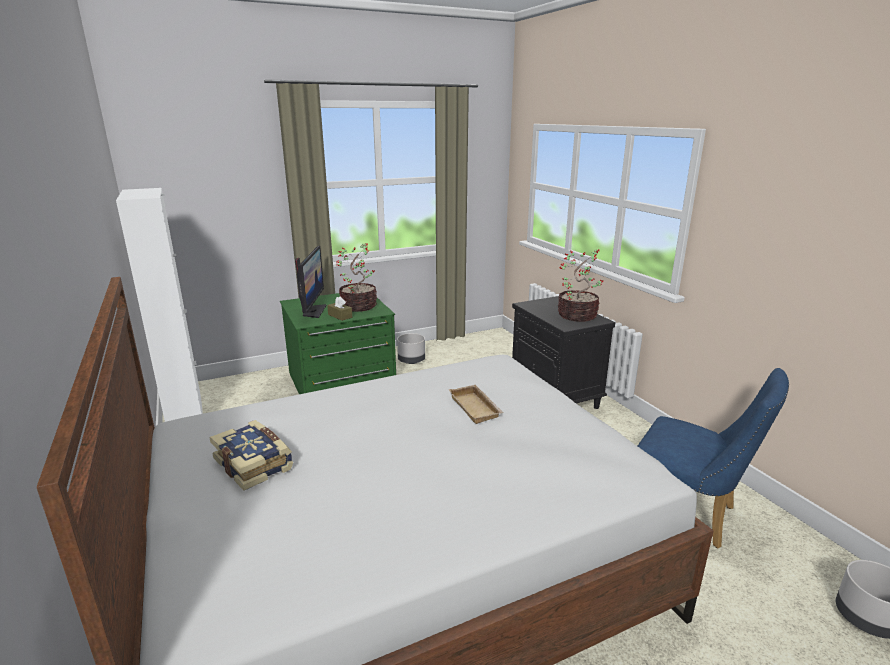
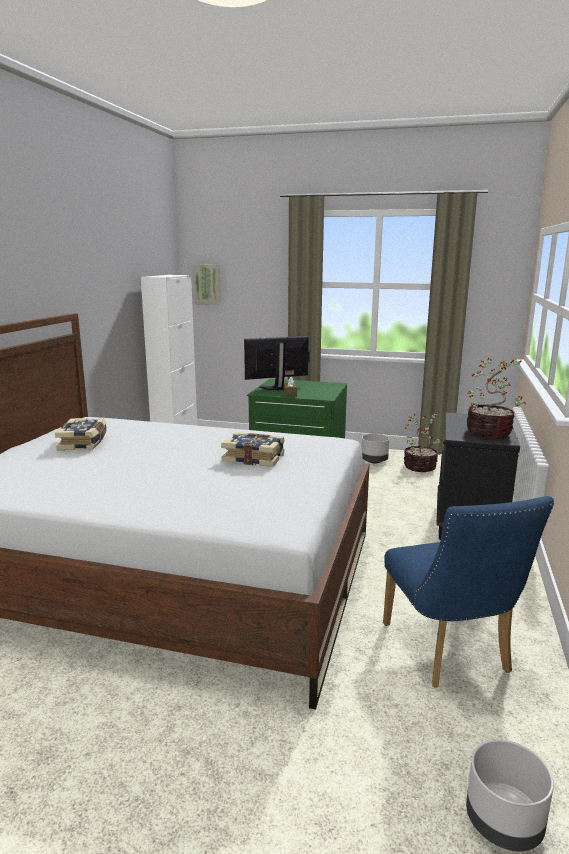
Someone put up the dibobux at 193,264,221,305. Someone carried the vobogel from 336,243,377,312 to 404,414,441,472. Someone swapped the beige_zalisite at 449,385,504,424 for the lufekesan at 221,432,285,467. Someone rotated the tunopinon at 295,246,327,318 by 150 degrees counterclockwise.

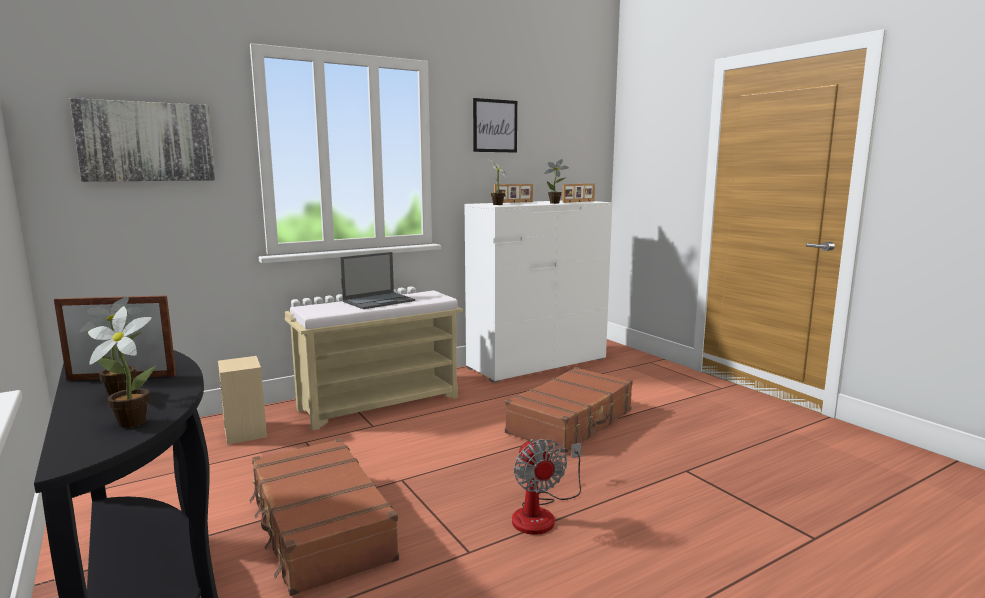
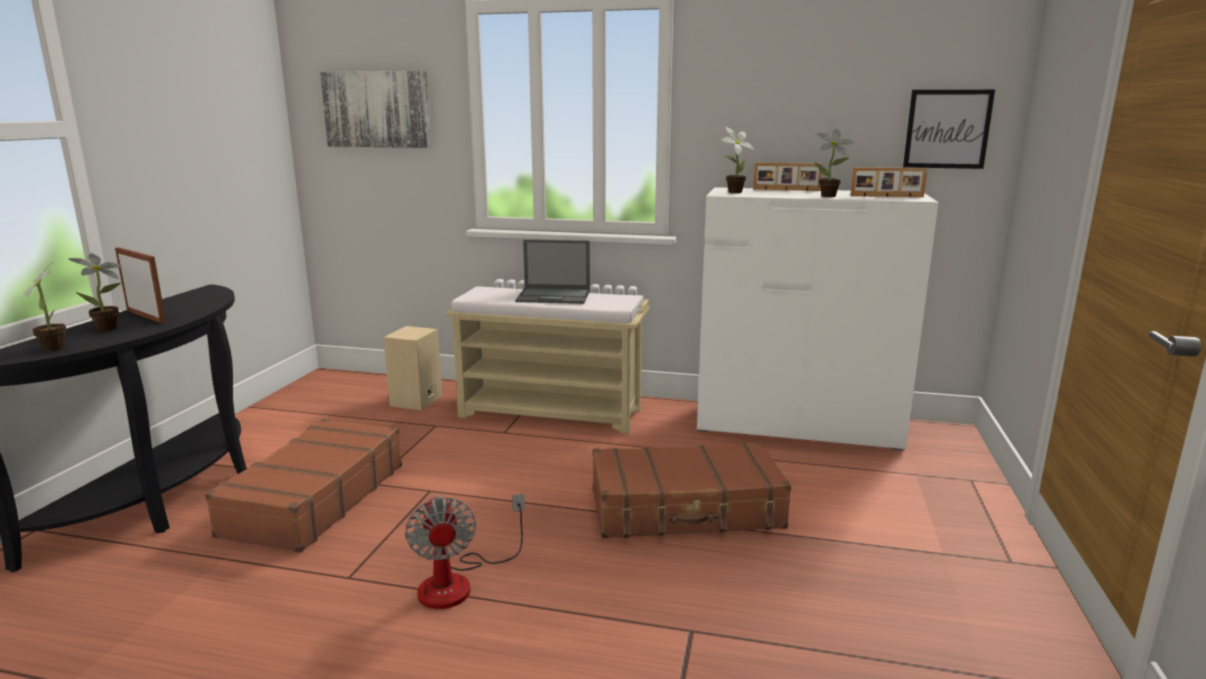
Someone carried the dibobux from 473,98,517,153 to 903,90,995,169. Someone rotated the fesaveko at 512,439,581,535 by 45 degrees counterclockwise.

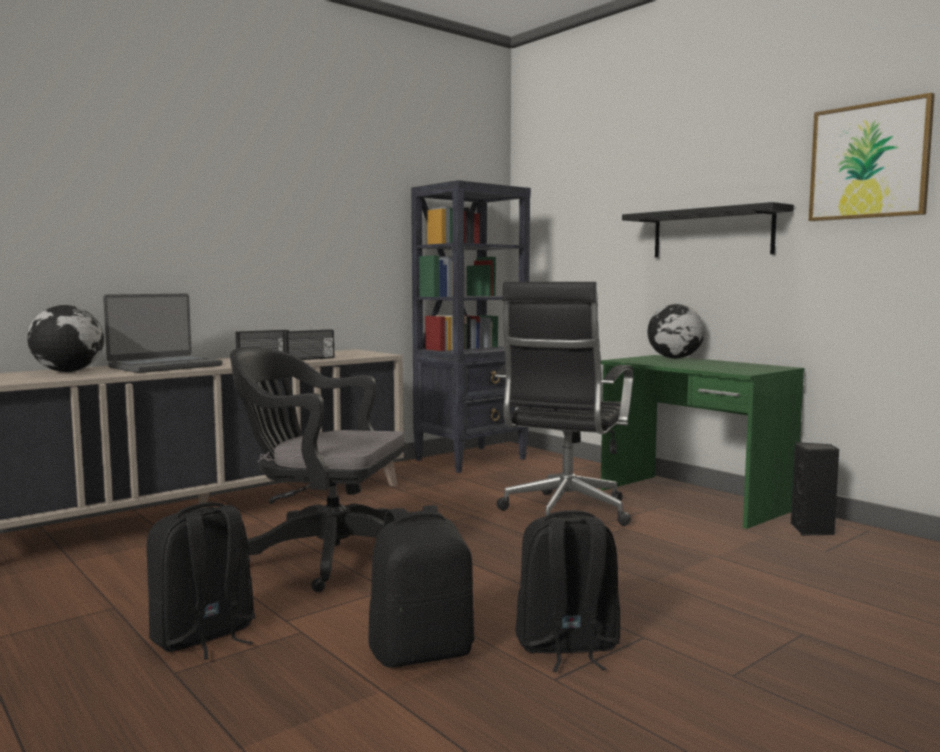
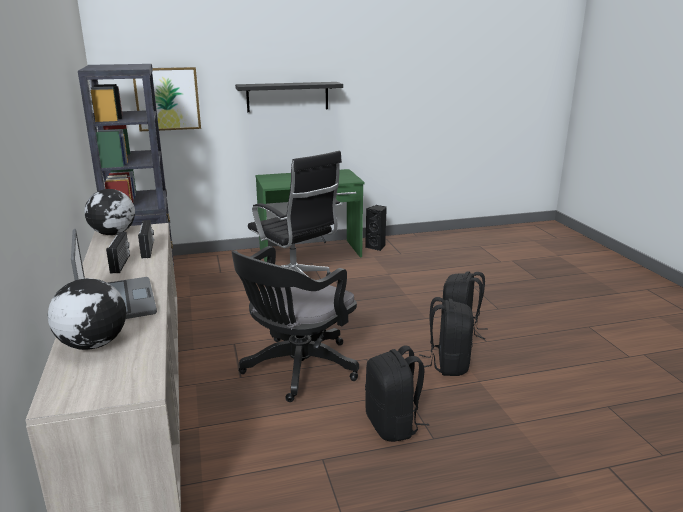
Someone carried the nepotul from 647,304,705,359 to 84,189,135,235. Someone carried the dibobux from 809,93,935,221 to 133,67,201,131.

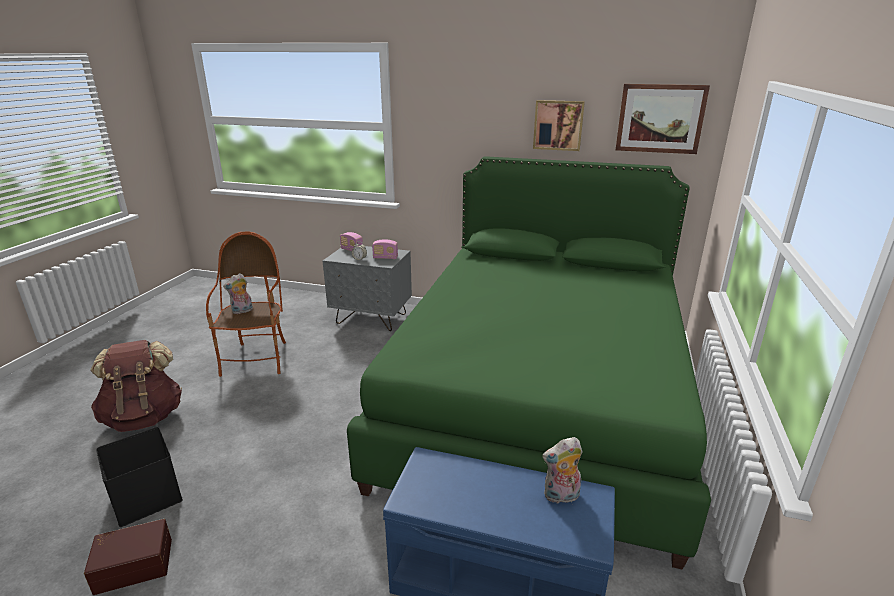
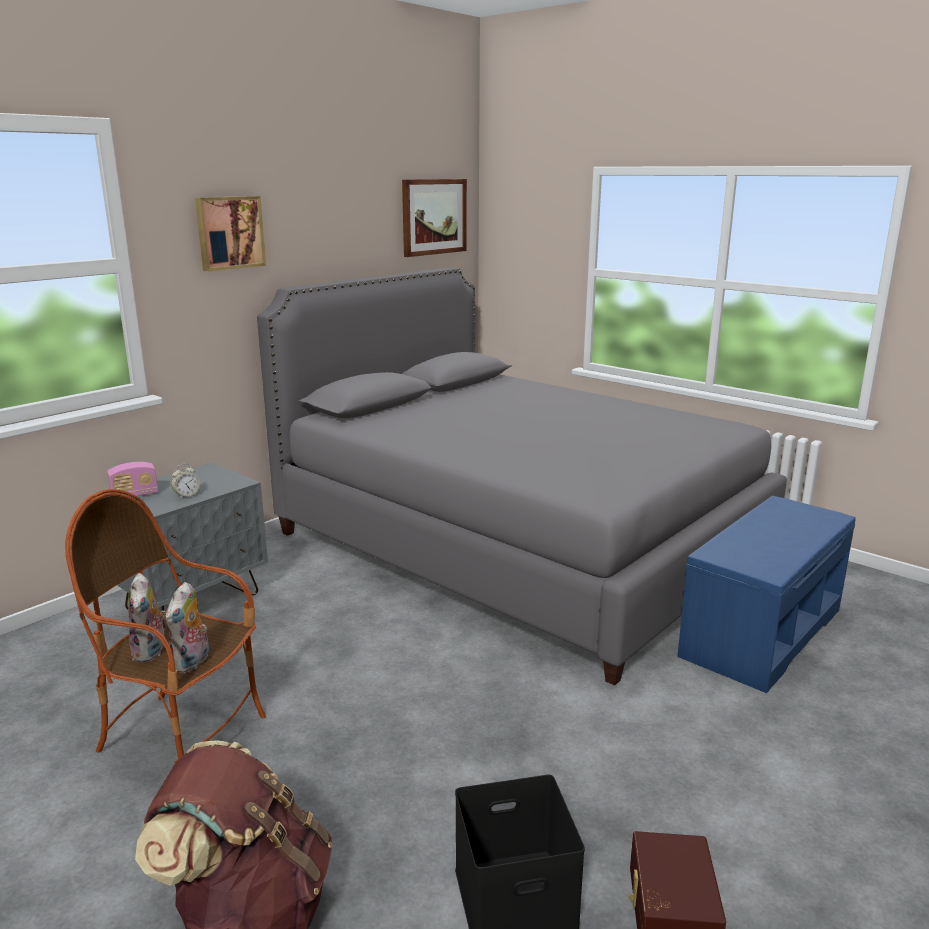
Someone took away the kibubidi at 372,239,398,259. Someone carried the dibobux from 533,100,585,151 to 195,196,266,271. Someone carried the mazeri from 542,437,582,504 to 165,582,209,673. Someone repainted the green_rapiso at 347,156,711,570, which became the grey_rapiso at 257,267,787,686.

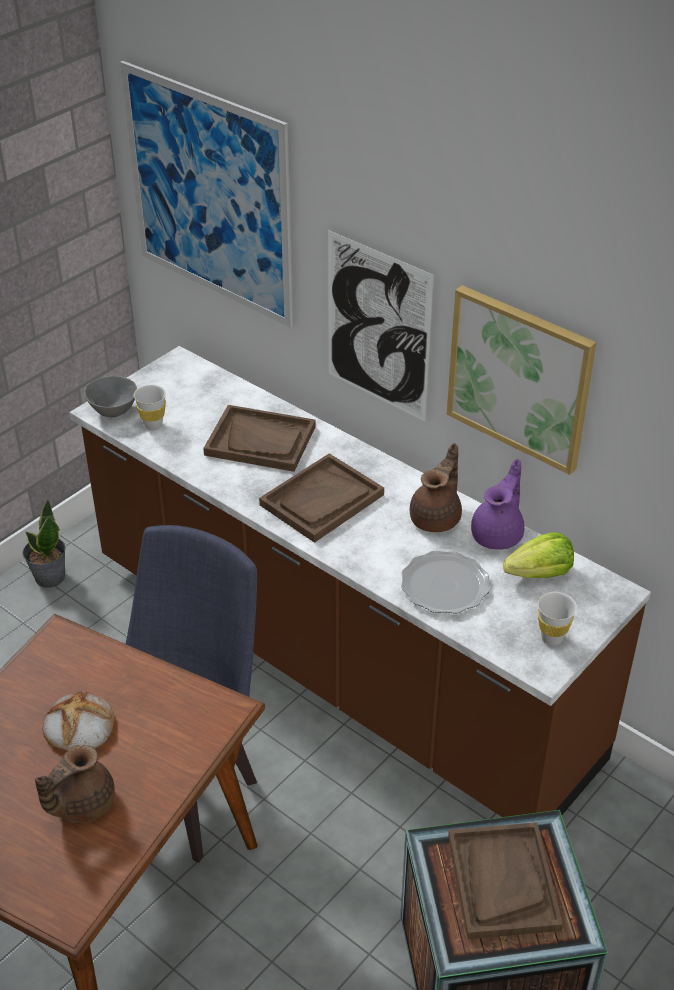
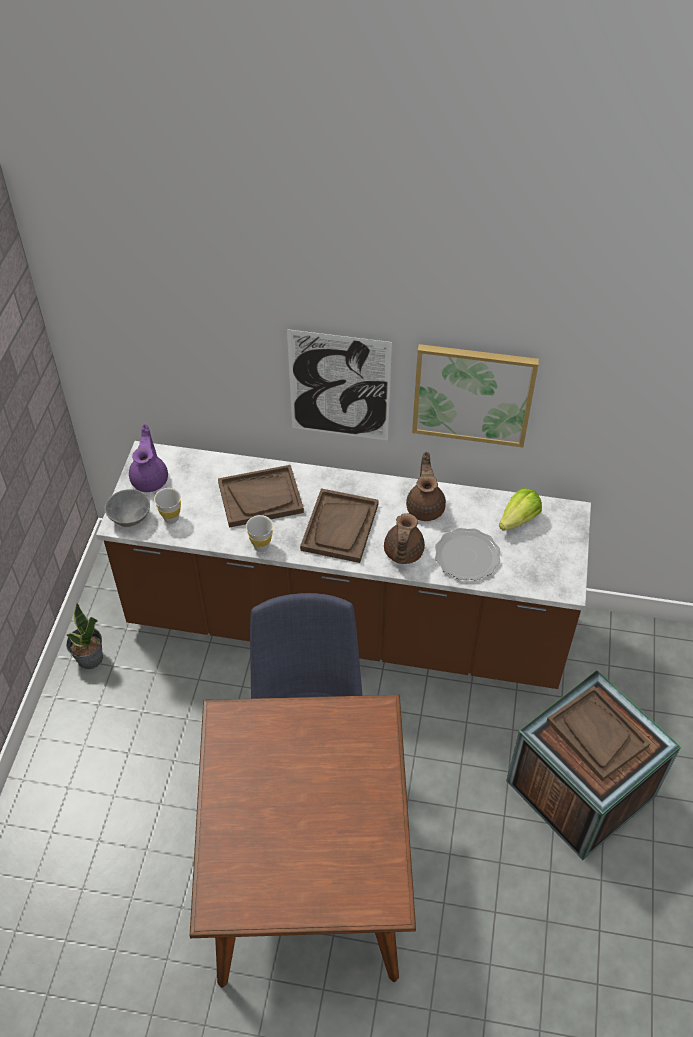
Someone took away the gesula at 43,692,114,751. Someone took away the dibobux at 120,61,293,328. Someone carried the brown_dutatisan from 35,745,115,823 to 384,513,425,564. Someone carried the purple_dutatisan from 471,459,525,550 to 129,424,168,492. Someone carried the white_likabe from 538,592,577,645 to 246,515,273,552.

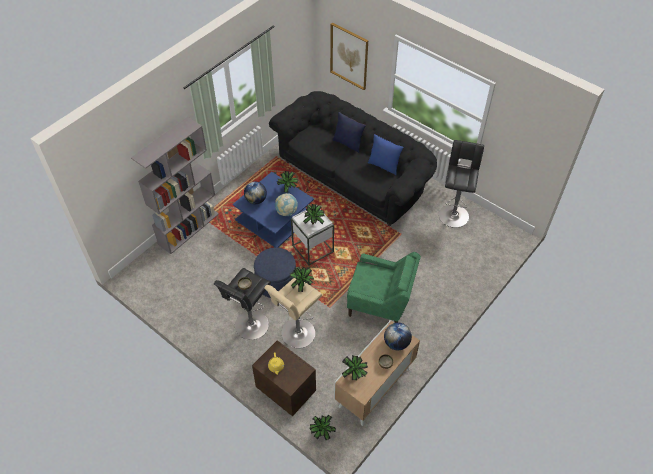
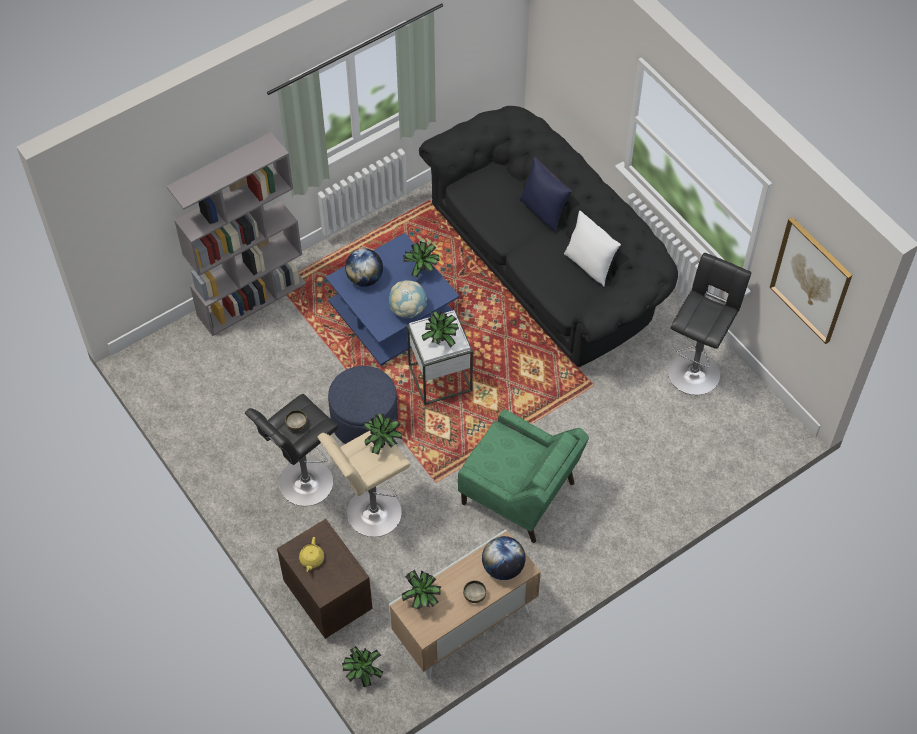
Someone carried the dibobux from 330,23,368,90 to 770,217,852,344. Someone repainted the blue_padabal at 368,134,404,175, which became the white_padabal at 564,211,621,287.

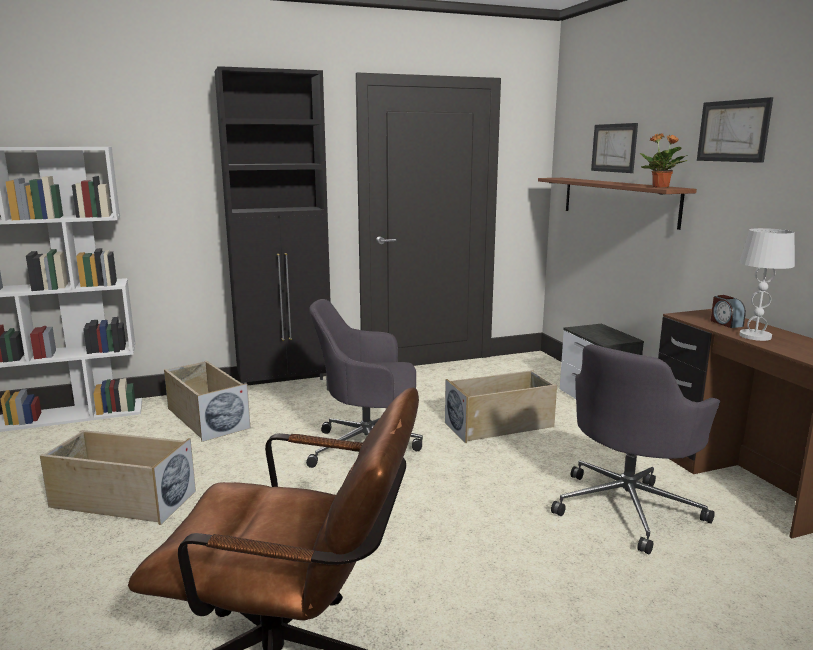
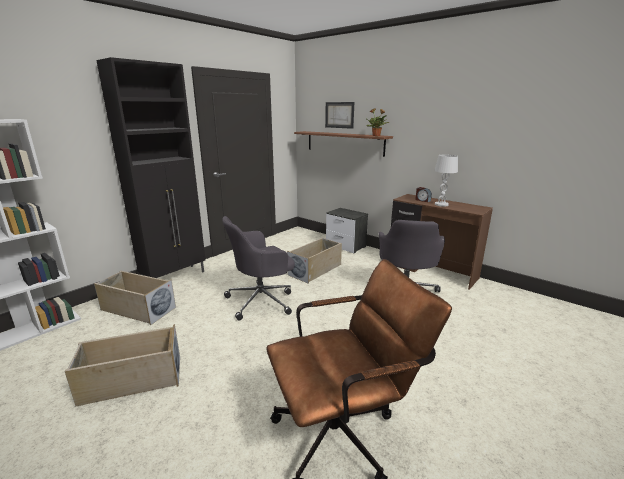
Someone took away the dibobux at 697,97,773,163.

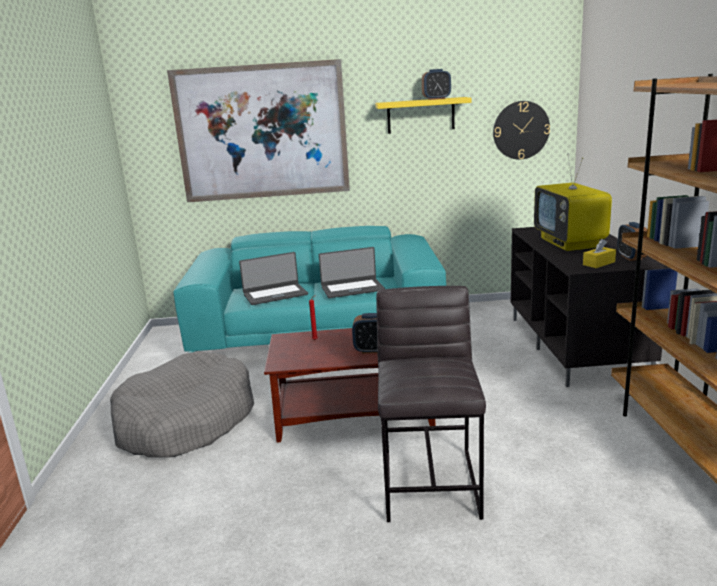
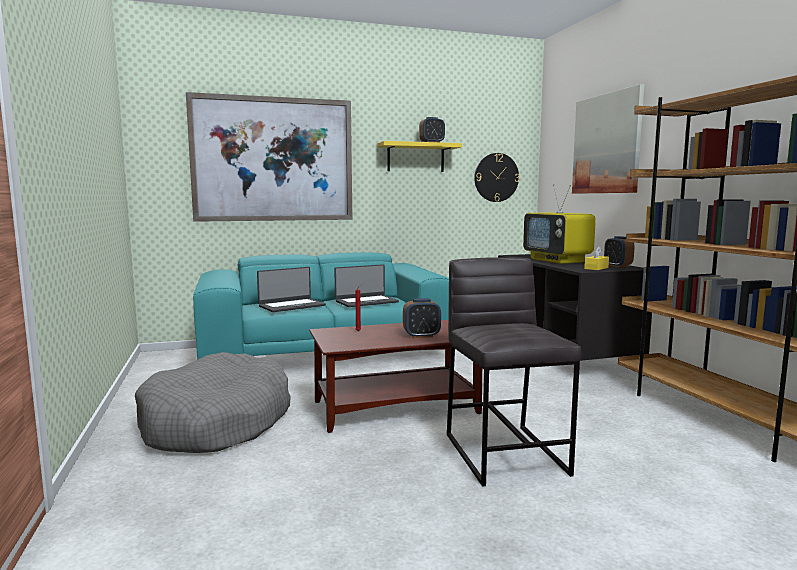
Someone put up the dibobux at 572,84,644,194.

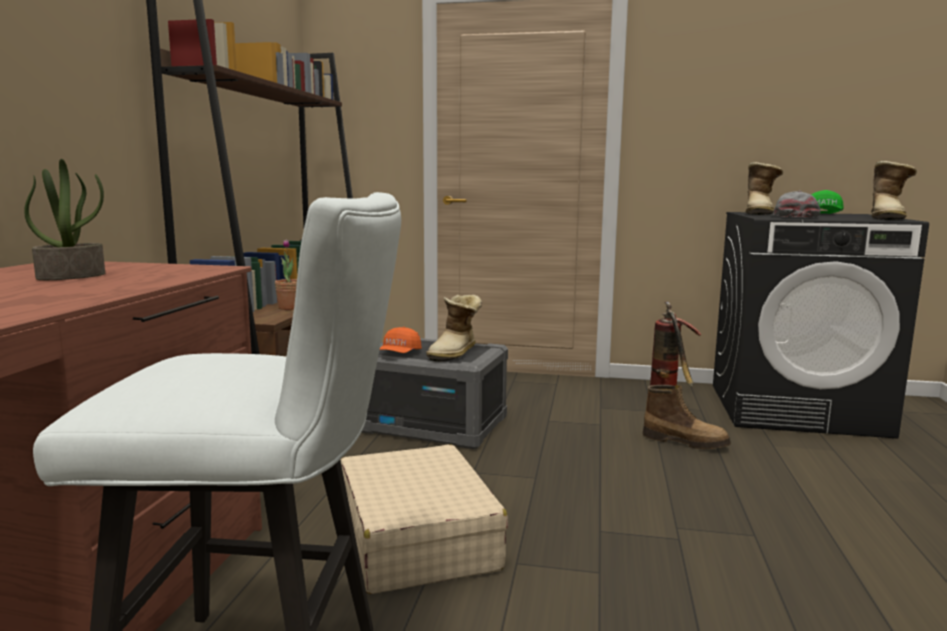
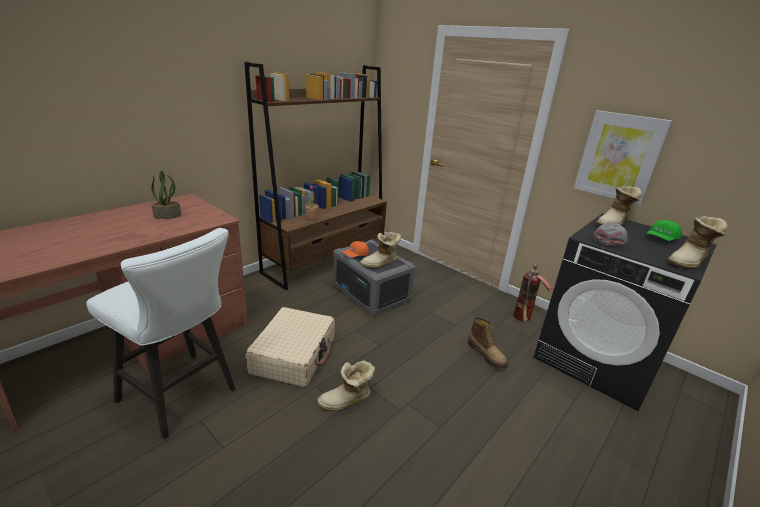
Someone put down the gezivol at 317,360,375,411. Someone put up the dibobux at 574,110,672,205.

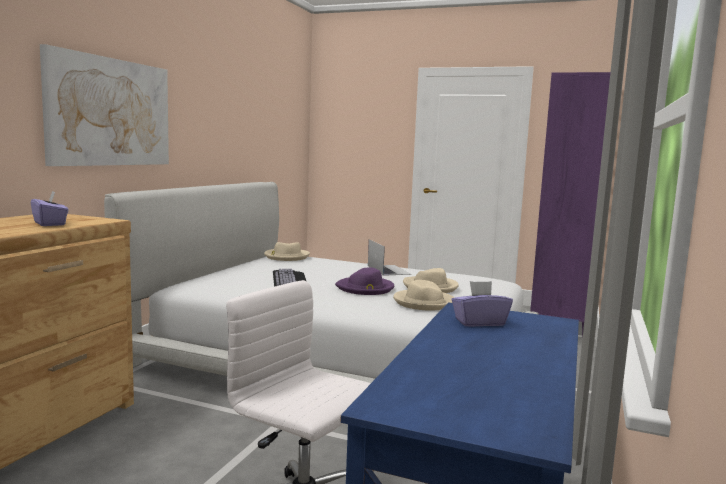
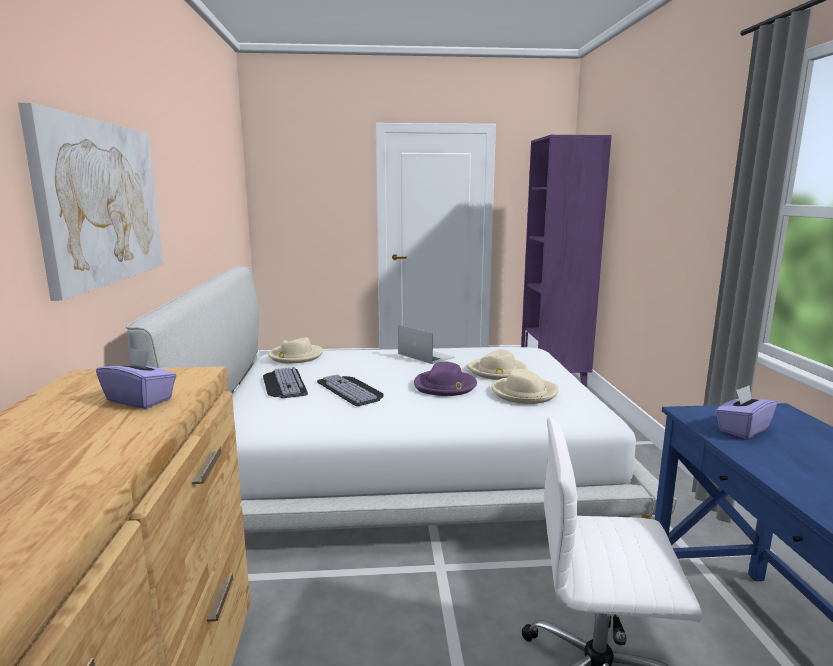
Someone put down the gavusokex at 263,367,308,398.

